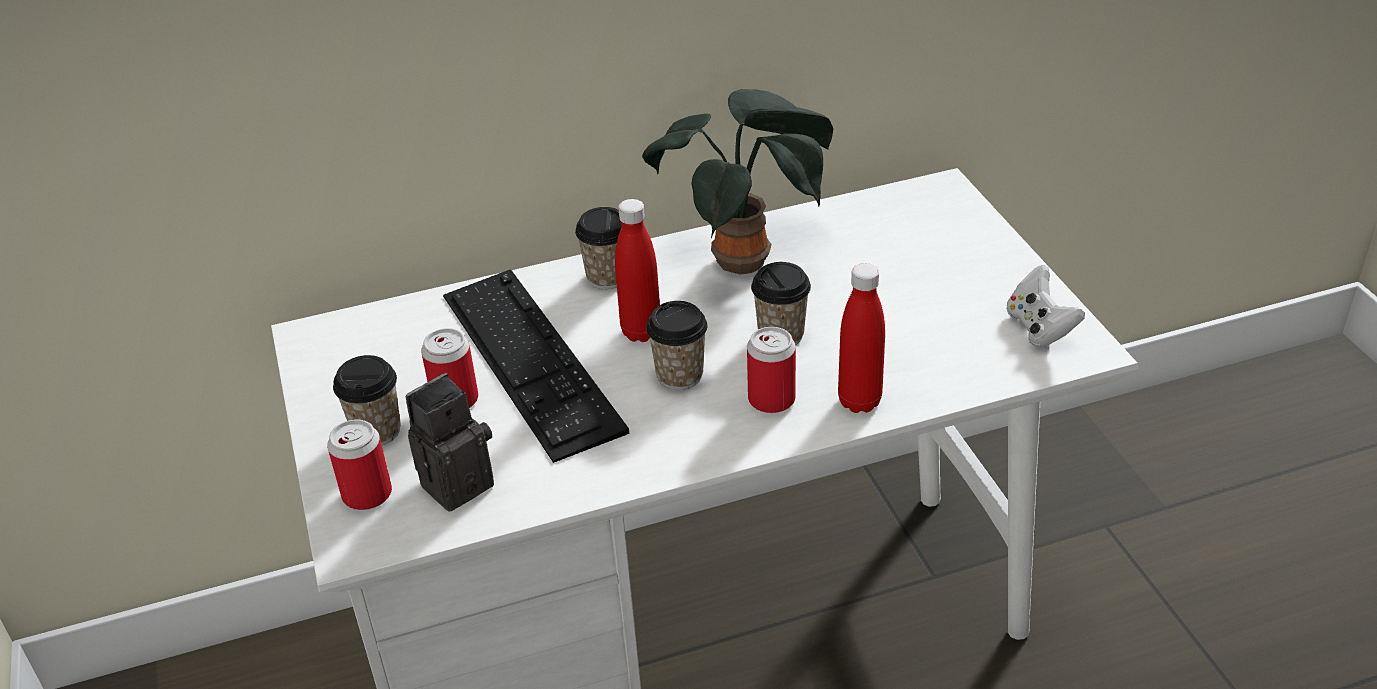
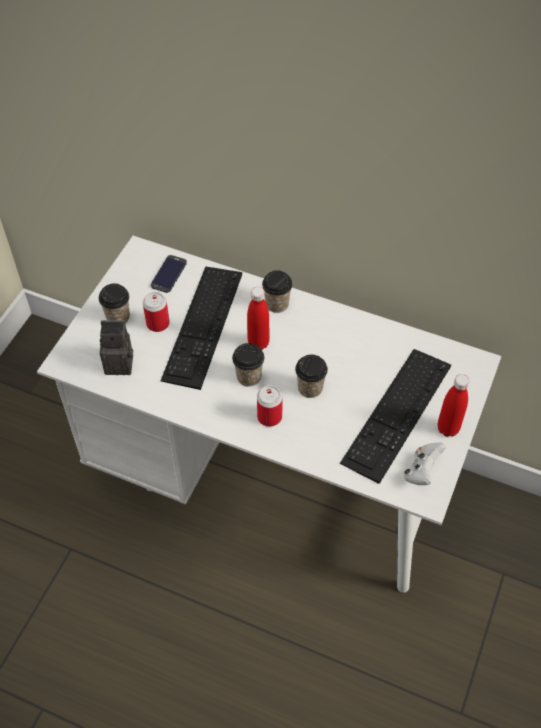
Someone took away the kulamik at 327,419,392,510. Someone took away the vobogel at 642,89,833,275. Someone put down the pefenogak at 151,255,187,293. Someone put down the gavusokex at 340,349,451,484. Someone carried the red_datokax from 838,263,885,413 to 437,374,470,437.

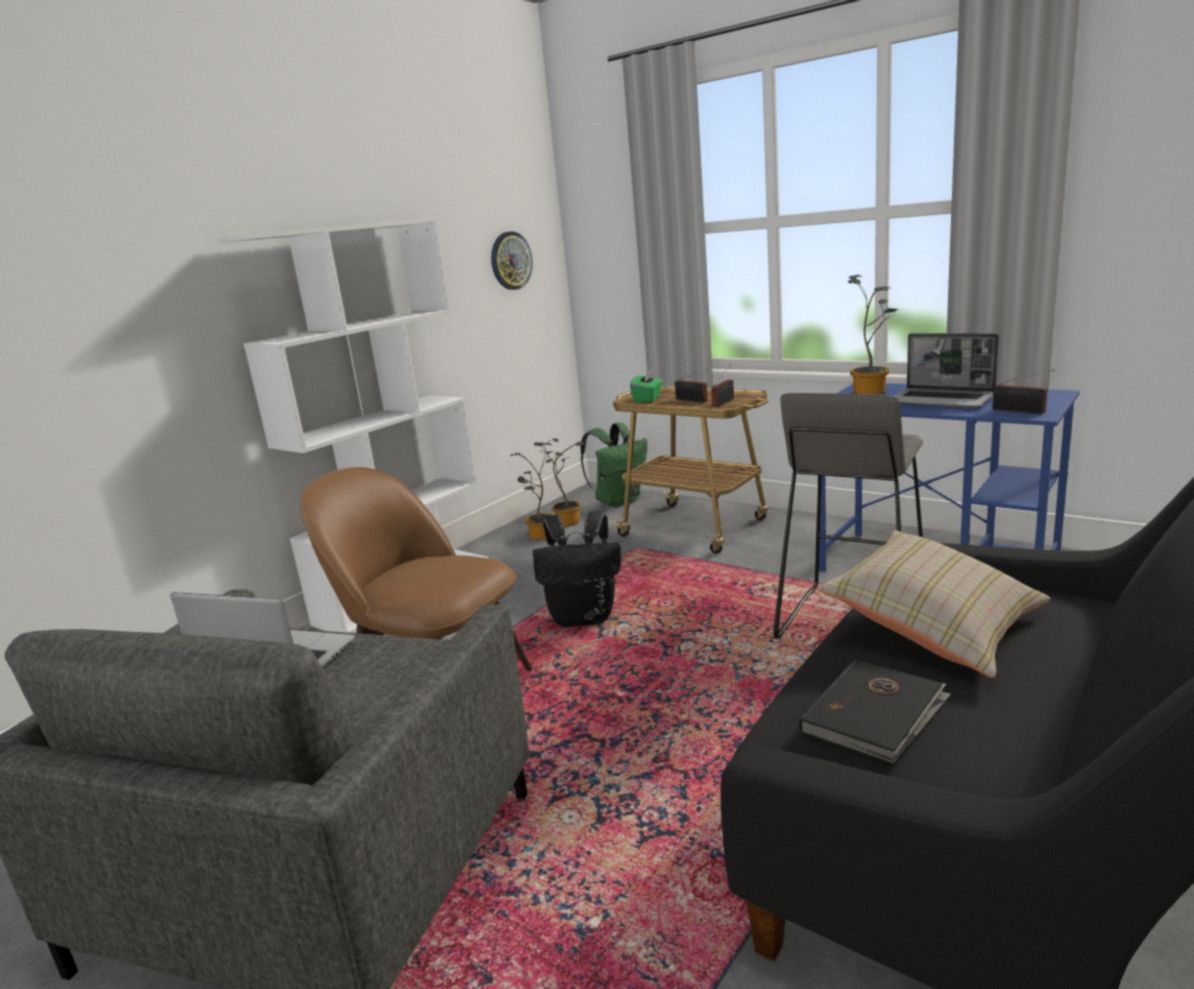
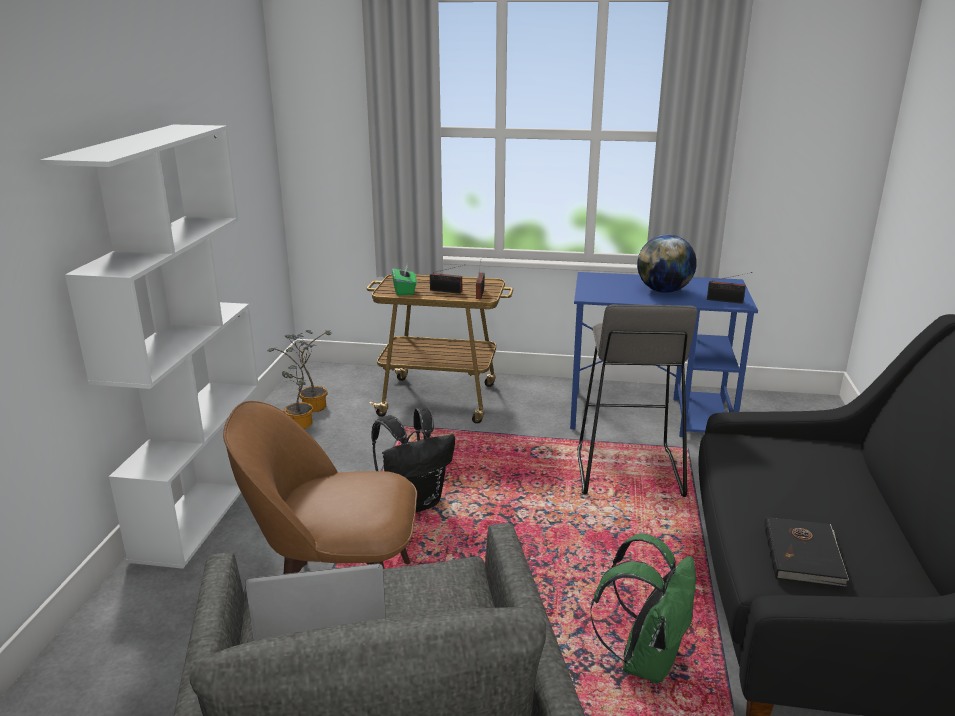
Someone took away the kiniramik at 491,231,533,290. Someone took away the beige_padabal at 817,530,1050,678. Someone took away the vobogel at 847,274,897,395. Someone carried the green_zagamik from 581,423,647,507 to 590,533,696,684. Someone swapped the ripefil at 895,333,999,408 for the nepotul at 637,234,696,293.

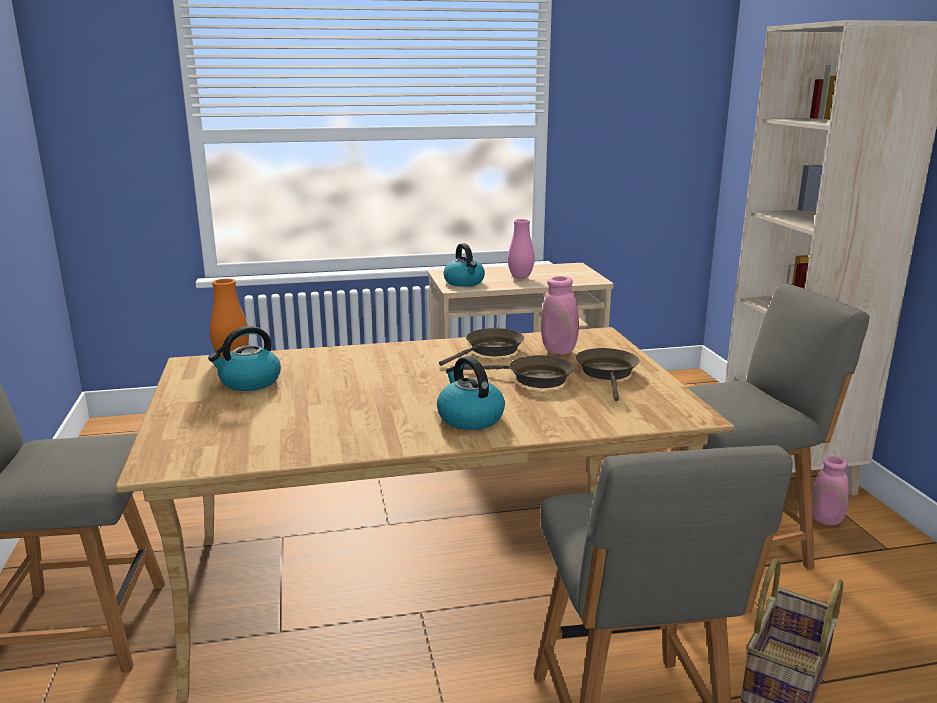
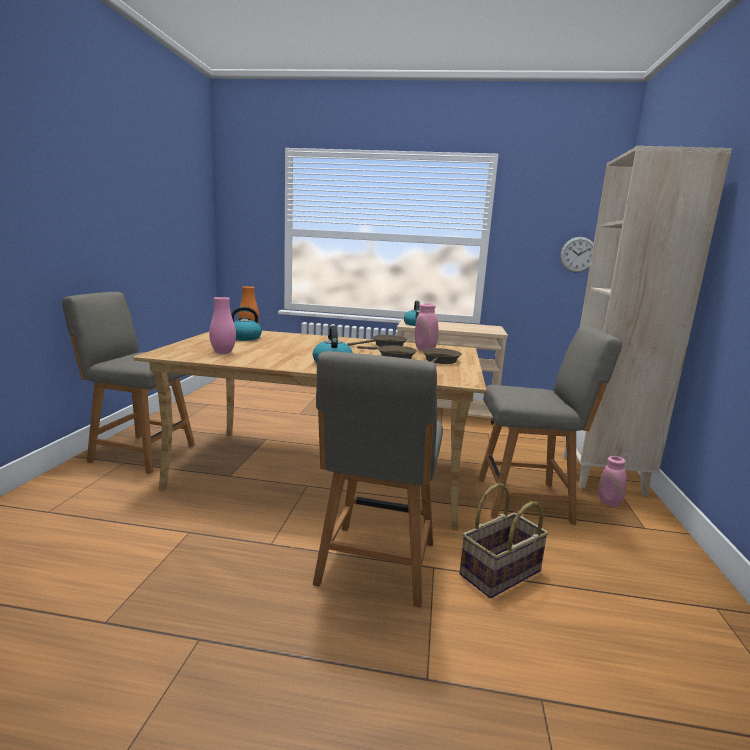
Someone put up the kiniramik at 560,237,594,273. Someone carried the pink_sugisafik from 508,219,535,279 to 209,297,236,354.

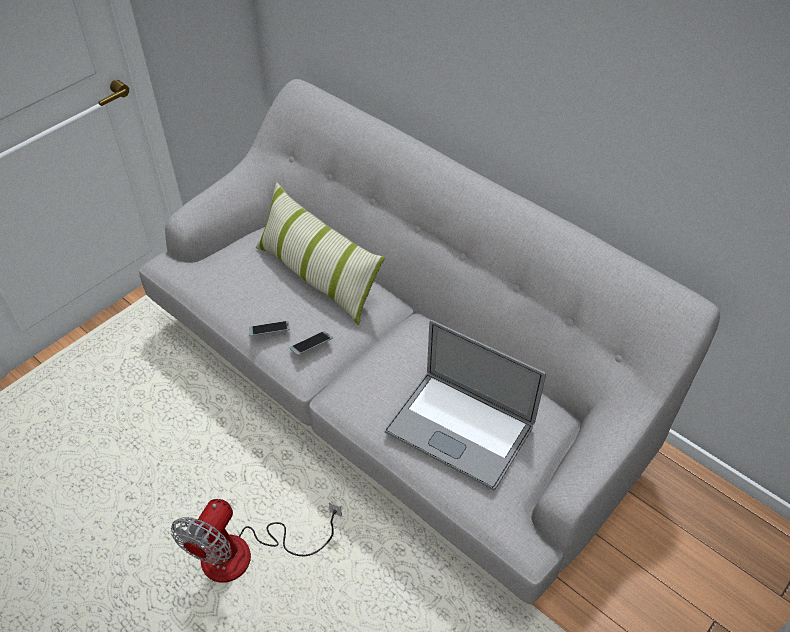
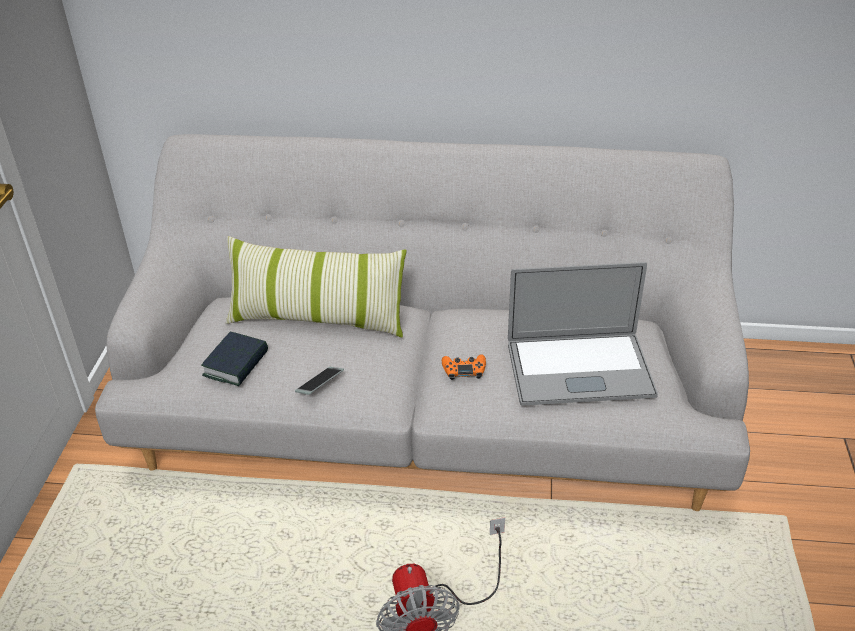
Someone took away the pefenogak at 290,331,333,355. Someone put down the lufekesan at 201,332,268,386. Someone put down the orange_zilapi at 442,354,486,380.

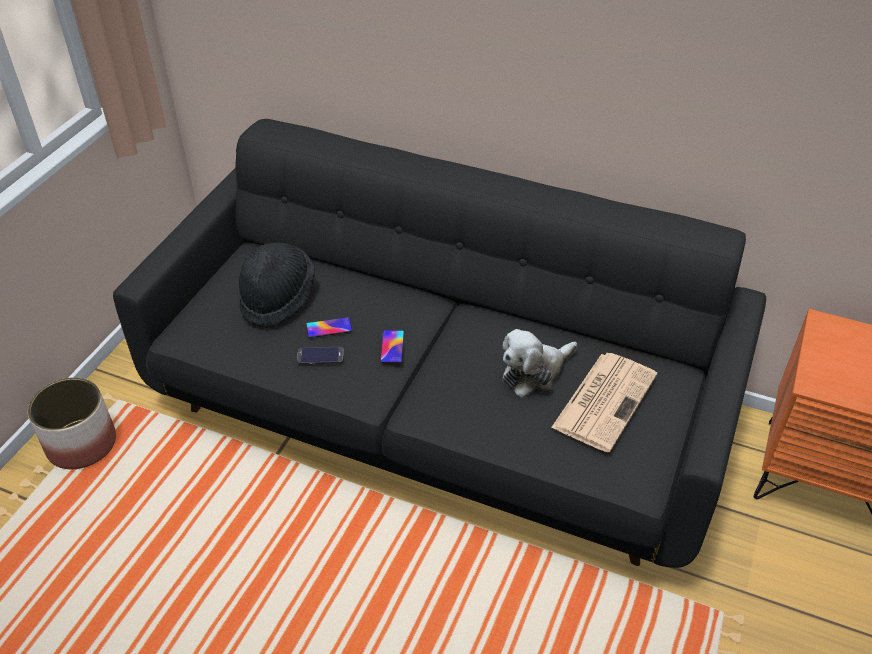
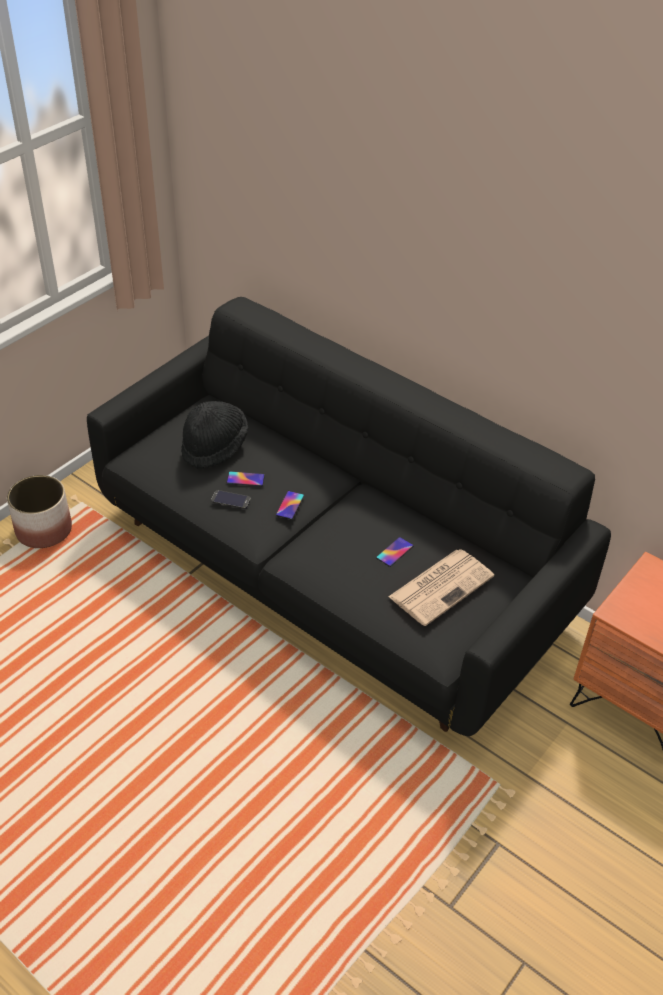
Someone swapped the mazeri at 502,329,577,398 for the pefenogak at 376,537,413,567.

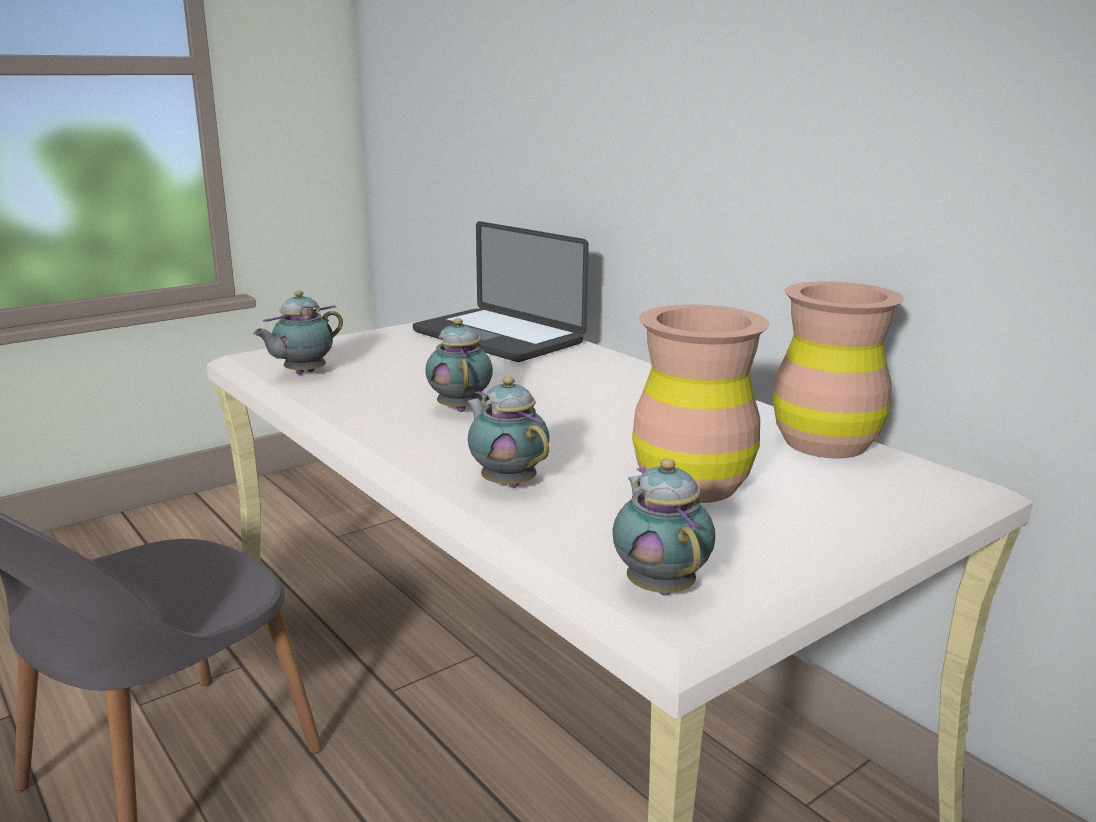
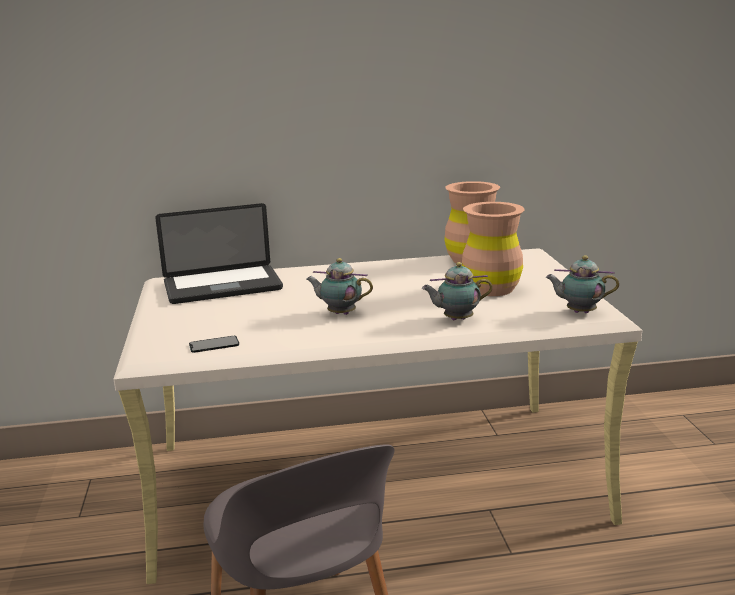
Someone swapped the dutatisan at 253,290,343,375 for the pefenogak at 189,336,239,353.

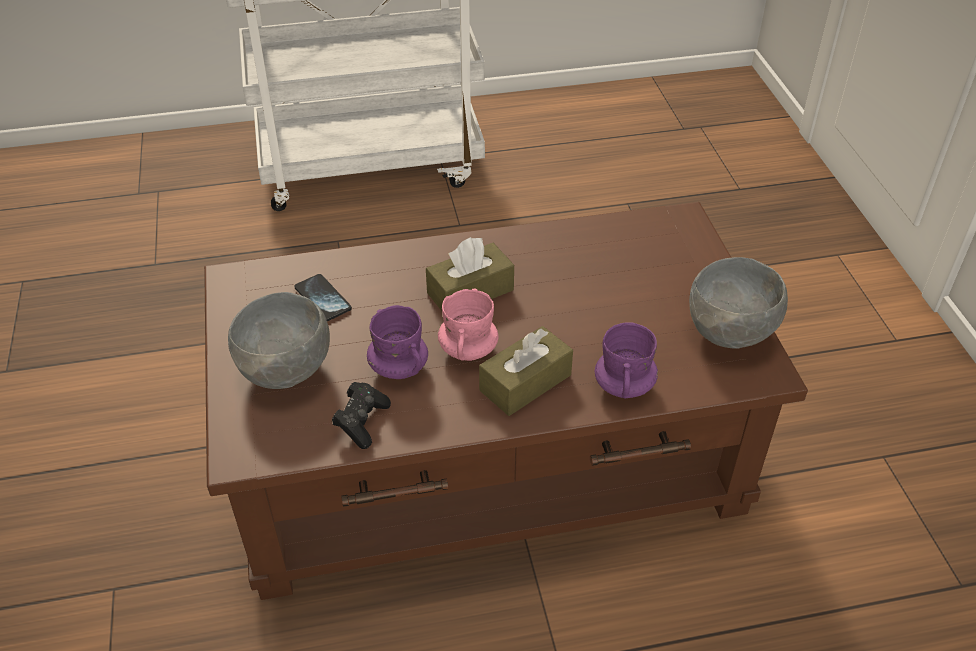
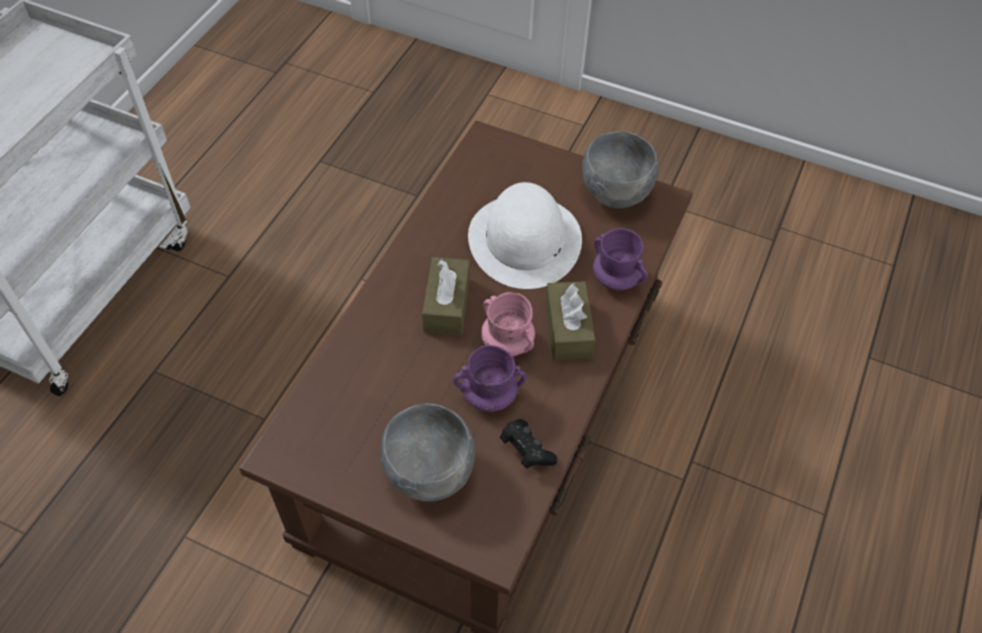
Someone took away the pefenogak at 294,274,352,321. Someone put down the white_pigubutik at 468,182,582,289.

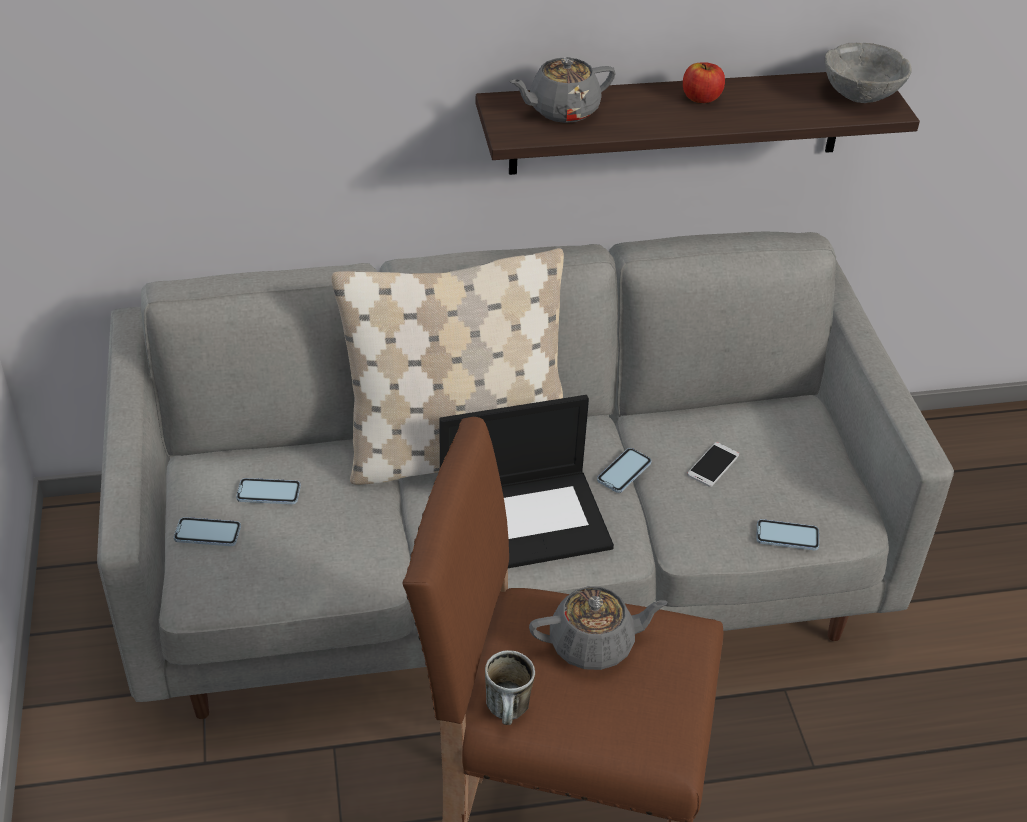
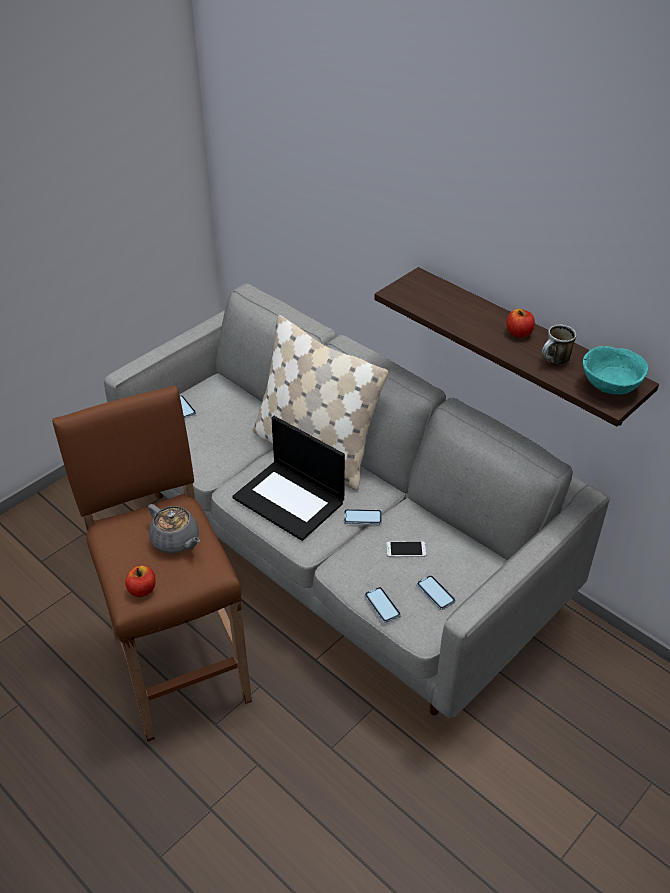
Someone took away the grey_dutatisan at 510,57,616,123. Someone put down the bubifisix at 125,565,156,597. Someone carried the pefenogak from 236,478,301,504 to 417,575,456,610. Someone carried the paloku from 485,650,535,725 to 542,324,576,366. Someone repainted the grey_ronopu at 825,43,912,103, which became the turquoise_ronopu at 583,346,648,394.

